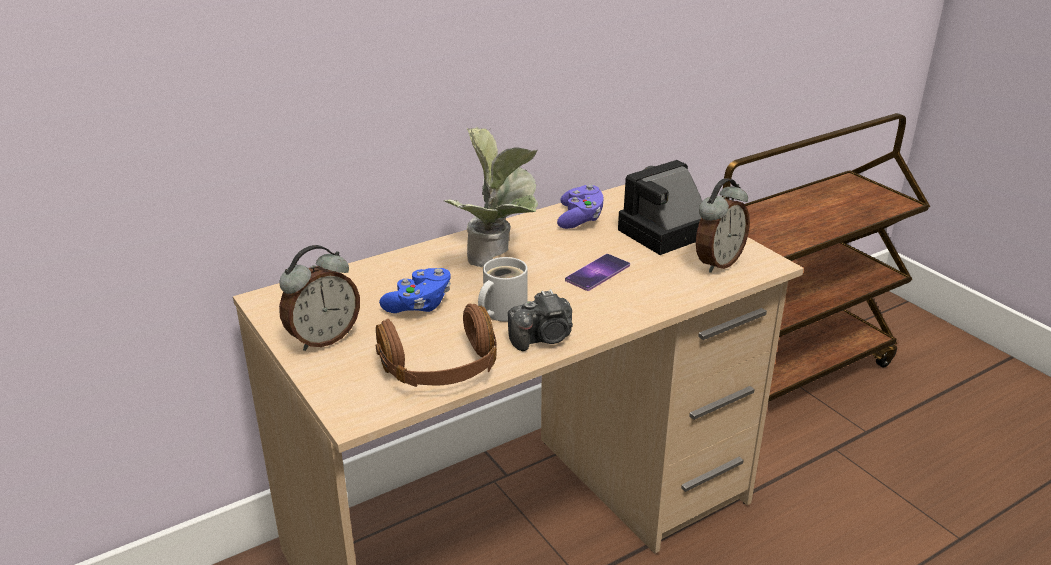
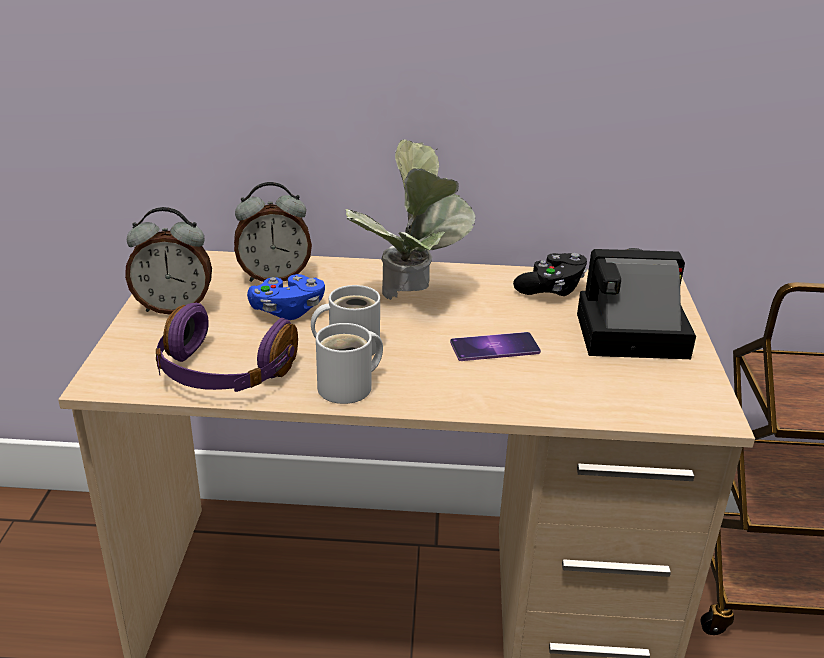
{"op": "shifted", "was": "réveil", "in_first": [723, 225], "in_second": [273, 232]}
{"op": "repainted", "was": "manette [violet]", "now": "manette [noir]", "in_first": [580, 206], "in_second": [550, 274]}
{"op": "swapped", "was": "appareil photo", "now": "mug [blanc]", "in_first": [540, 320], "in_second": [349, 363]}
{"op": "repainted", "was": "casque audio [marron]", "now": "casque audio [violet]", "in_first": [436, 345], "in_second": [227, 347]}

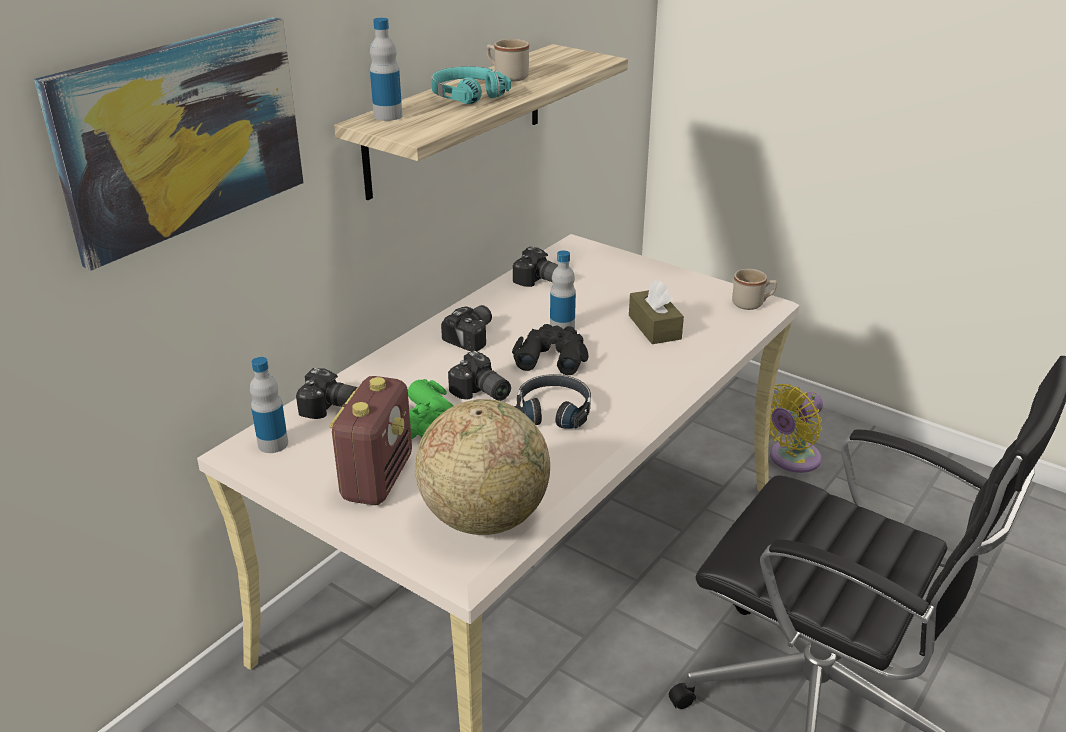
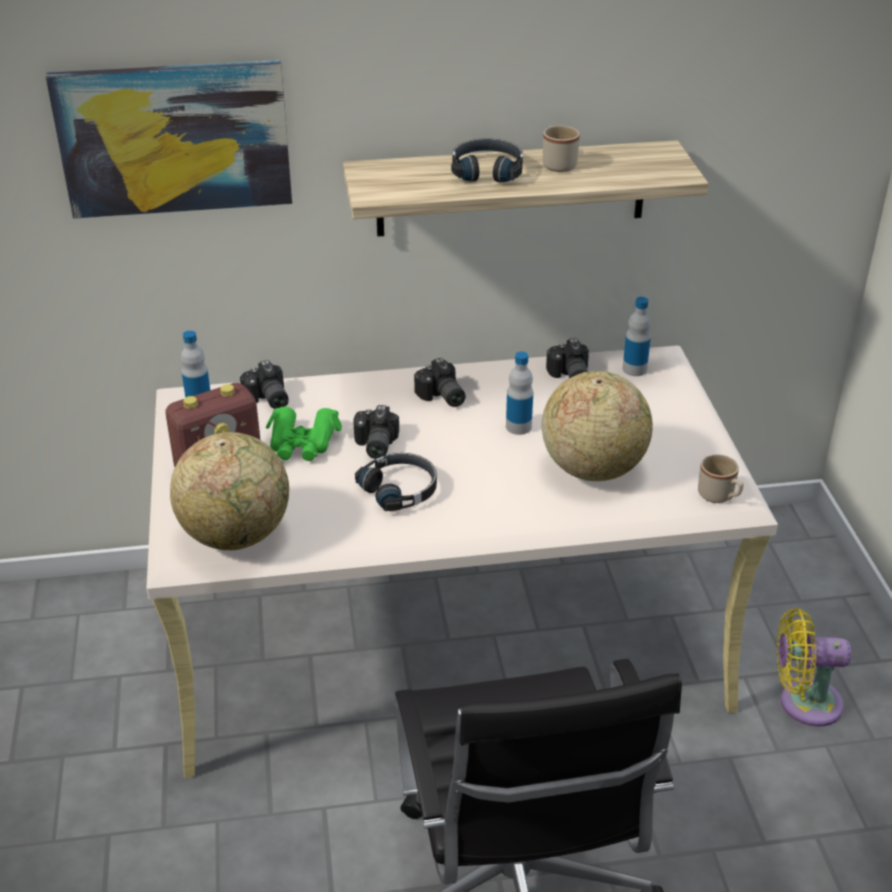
{"op": "shifted", "was": "bouteille", "in_first": [386, 69], "in_second": [637, 336]}
{"op": "repainted", "was": "casque audio [turquoise]", "now": "casque audio [noir]", "in_first": [471, 85], "in_second": [487, 160]}
{"op": "swapped", "was": "boîte à mouchoirs [marron]", "now": "globe", "in_first": [656, 312], "in_second": [597, 426]}
{"op": "rotated", "was": "appareil photo", "in_first": [466, 328], "in_second": [440, 382], "clockwise": 75}
{"op": "gone", "was": "jumelles [noir]", "in_first": [550, 349]}

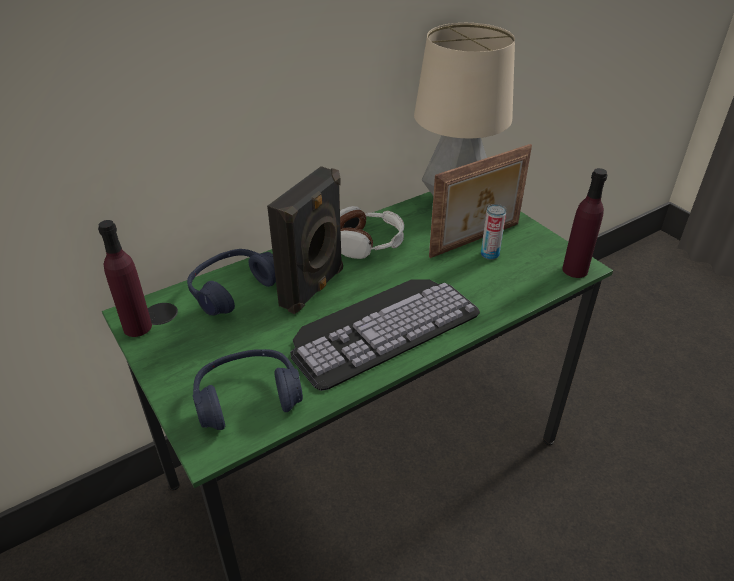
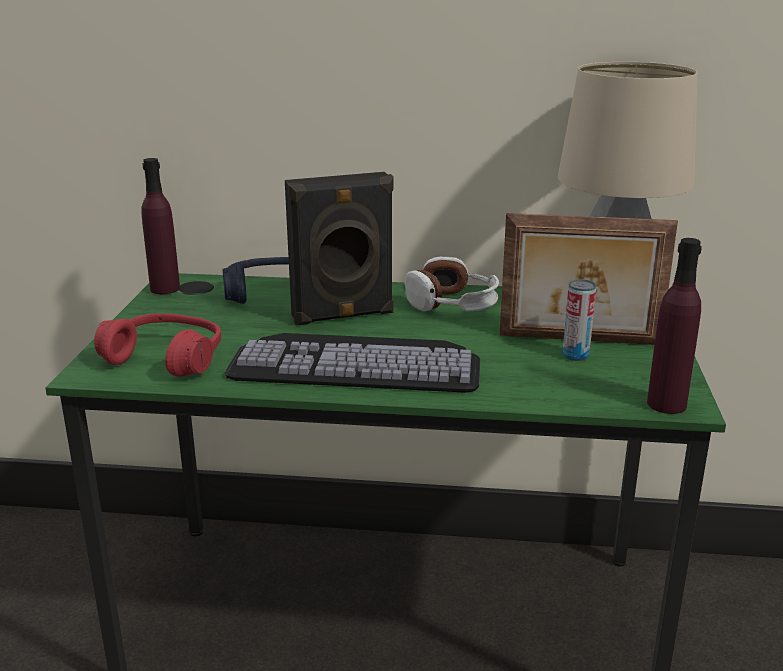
{"op": "repainted", "was": "casque audio [bleu]", "now": "casque audio [rouge]", "in_first": [247, 389], "in_second": [157, 345]}

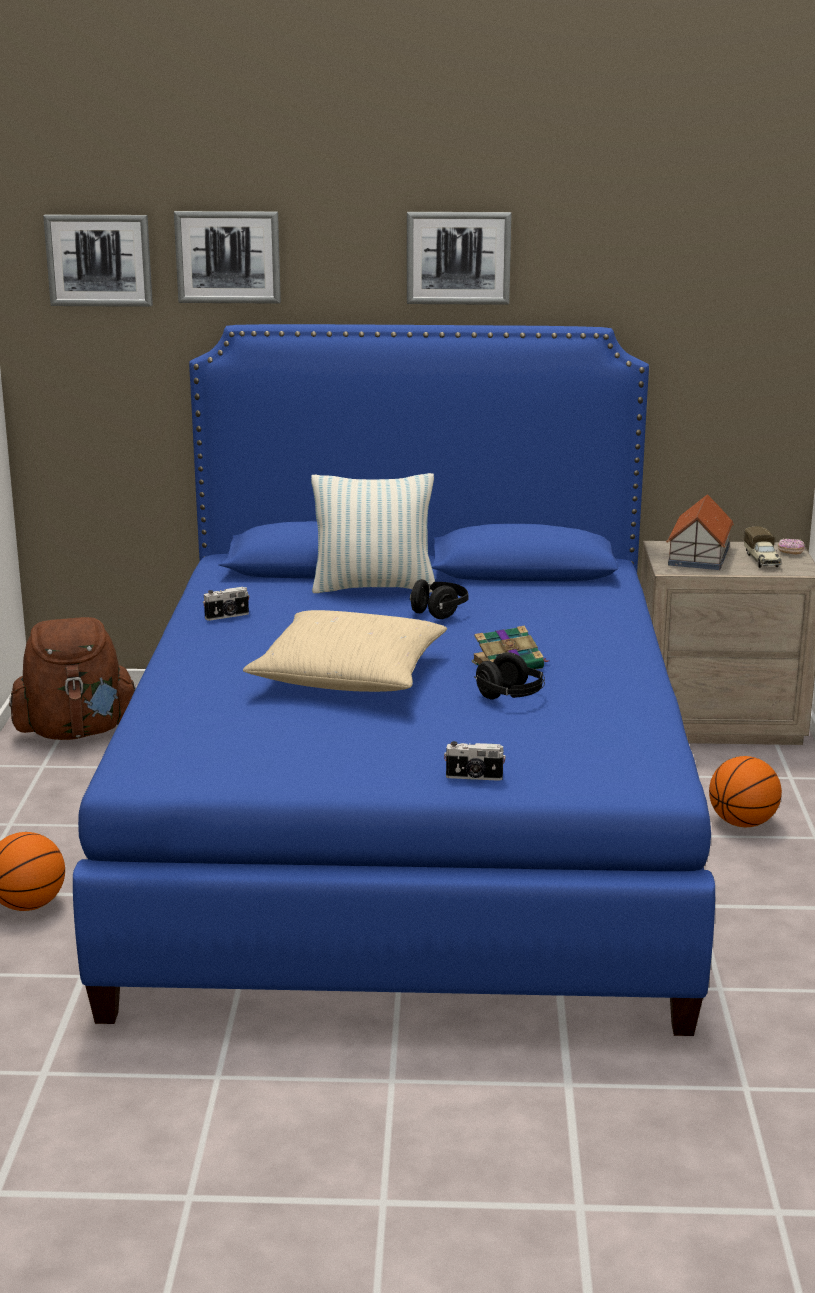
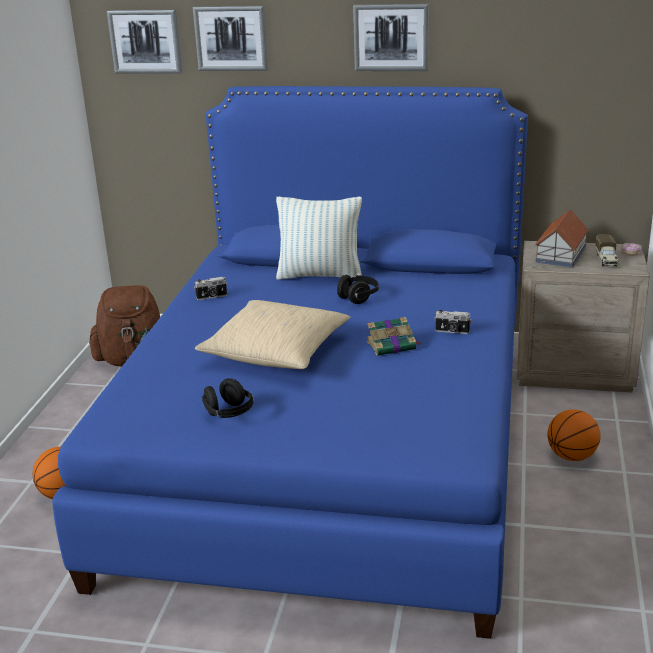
{"op": "shifted", "was": "casque audio [noir]", "in_first": [509, 676], "in_second": [228, 398]}
{"op": "shifted", "was": "appareil photo", "in_first": [475, 761], "in_second": [452, 322]}

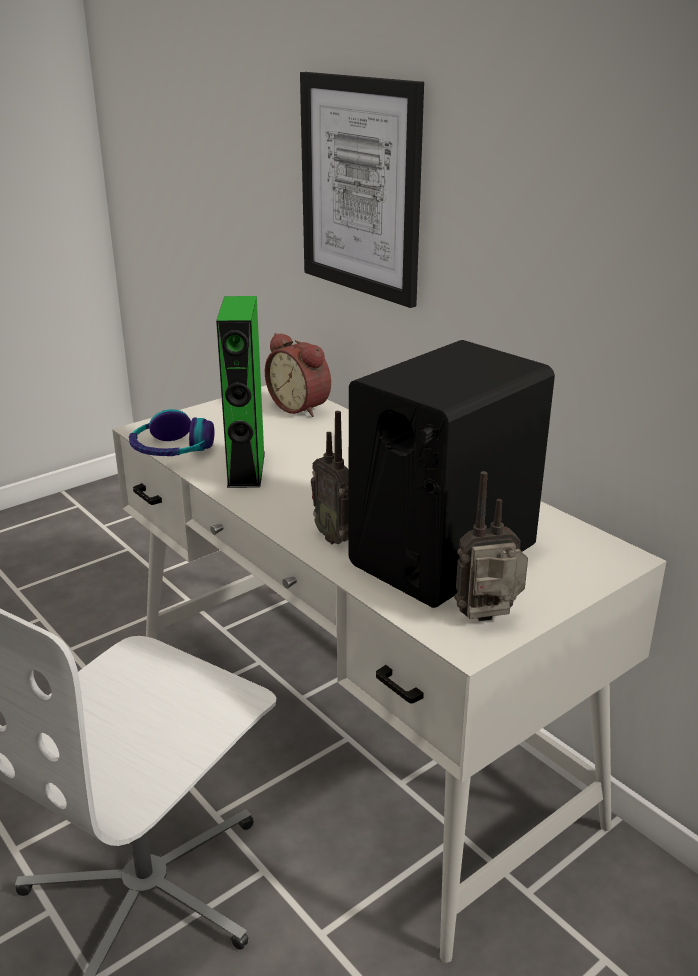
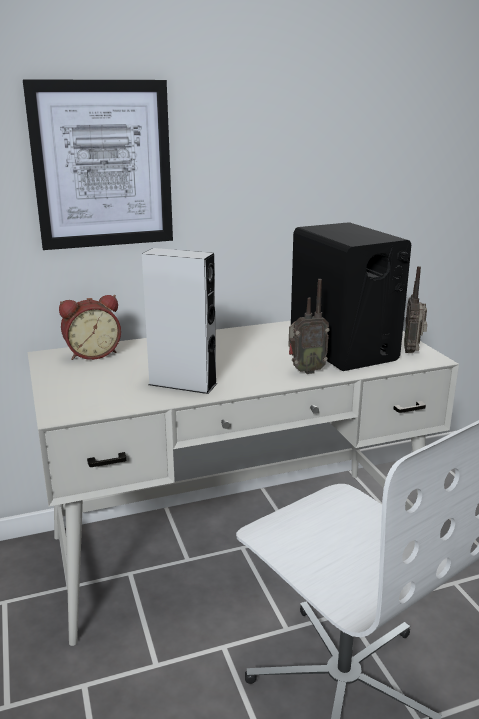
{"op": "repainted", "was": "enceinte [vert]", "now": "enceinte [gris]", "in_first": [240, 392], "in_second": [180, 321]}
{"op": "gone", "was": "casque audio", "in_first": [172, 432]}

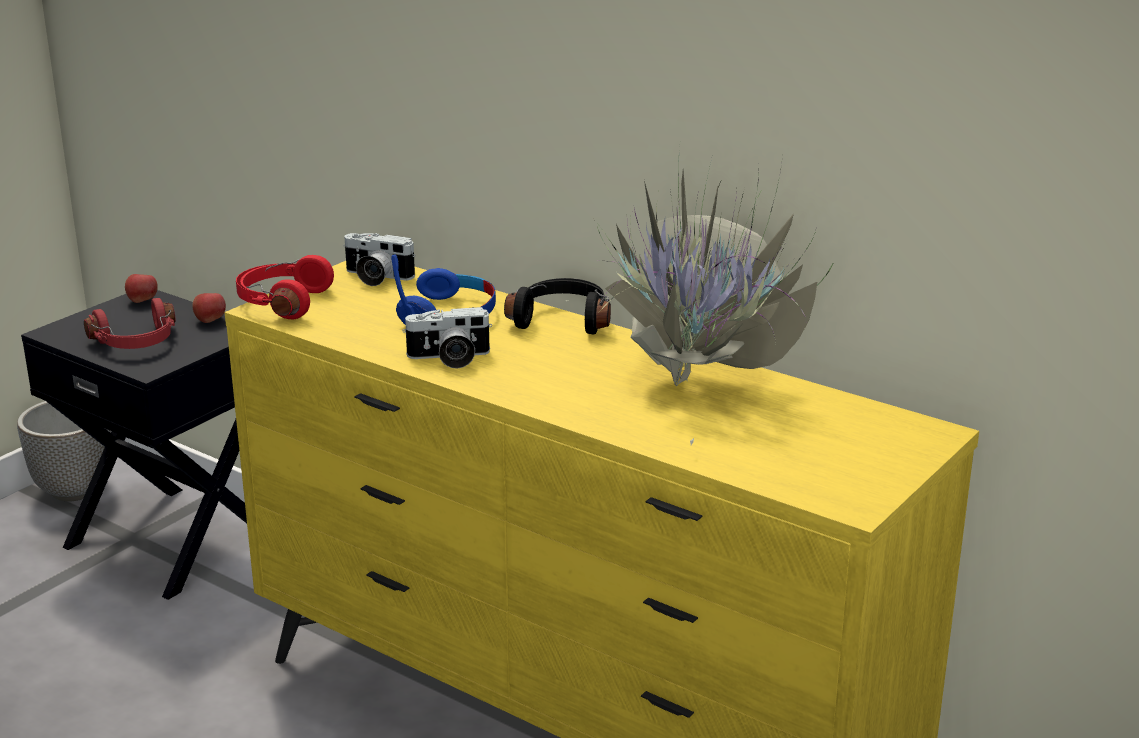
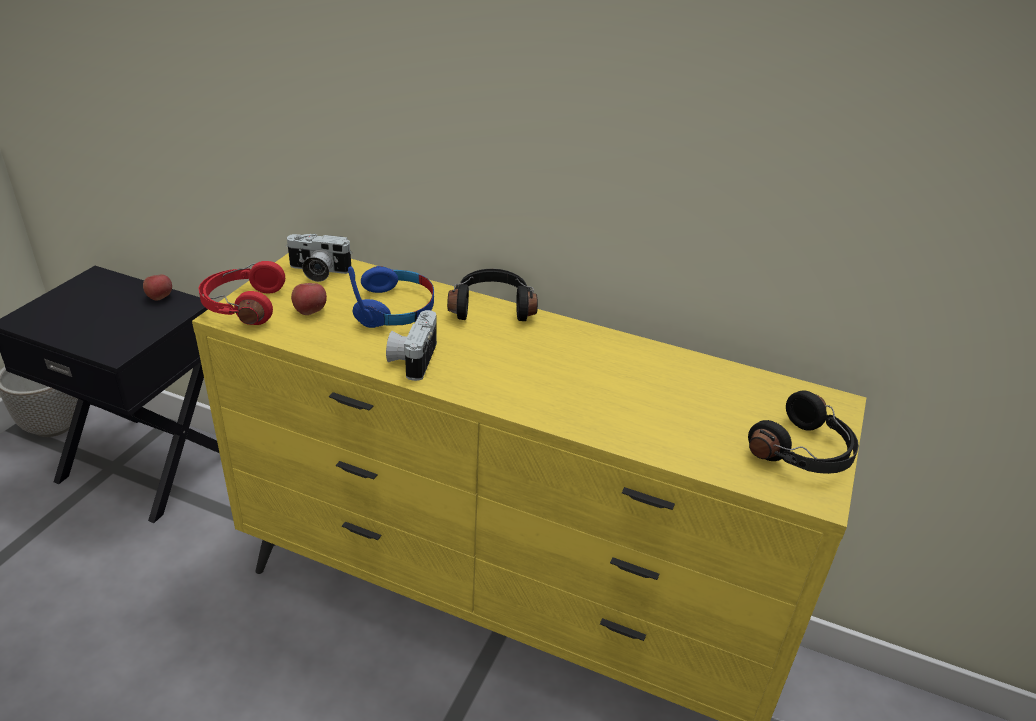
{"op": "gone", "was": "plante en pot", "in_first": [700, 296]}
{"op": "shifted", "was": "pomme", "in_first": [141, 288], "in_second": [309, 299]}
{"op": "gone", "was": "casque audio [rouge]", "in_first": [130, 323]}
{"op": "rotated", "was": "appareil photo", "in_first": [447, 338], "in_second": [411, 345], "clockwise": 120}
{"op": "new", "now": "casque audio [noir]", "in_second": [803, 432]}

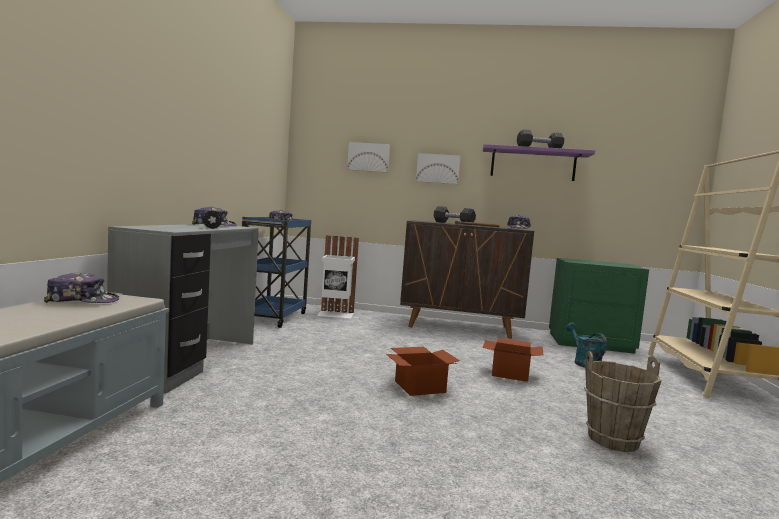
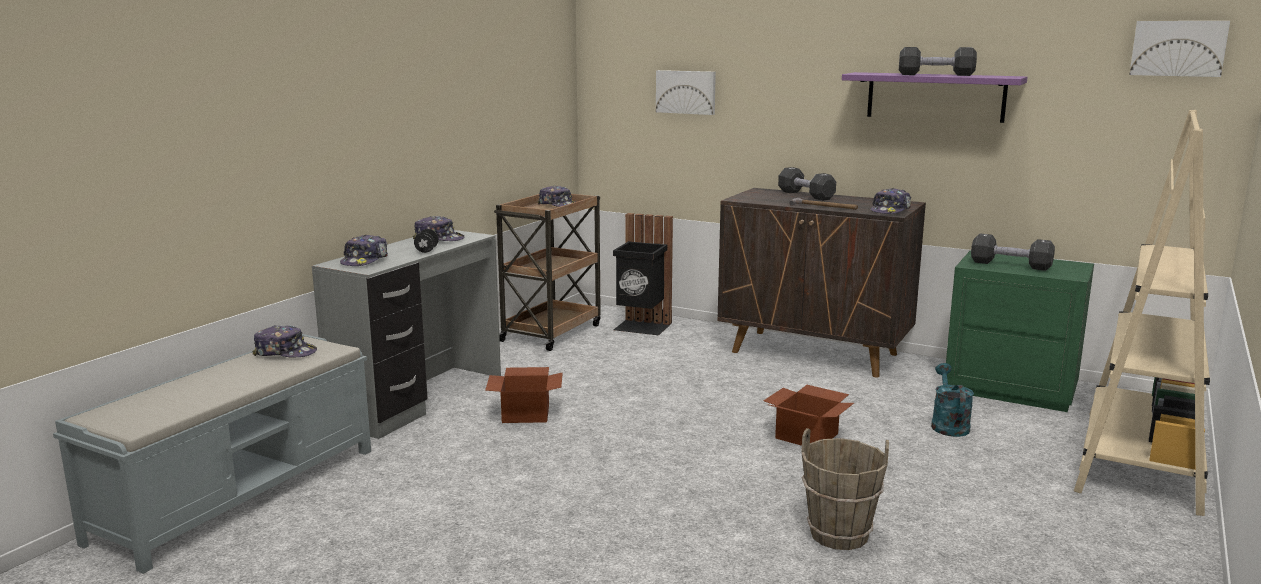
{"op": "shifted", "was": "tableau", "in_first": [438, 168], "in_second": [1179, 49]}
{"op": "repainted", "was": "chariot [bleu]", "now": "chariot [marron]", "in_first": [276, 272], "in_second": [547, 272]}
{"op": "repainted", "was": "poubelle [blanc]", "now": "poubelle [noir]", "in_first": [338, 277], "in_second": [643, 274]}
{"op": "shifted", "was": "carton", "in_first": [423, 371], "in_second": [524, 395]}
{"op": "new", "now": "haltère [noir]", "in_second": [1013, 252]}
{"op": "new", "now": "casquette", "in_second": [364, 250]}

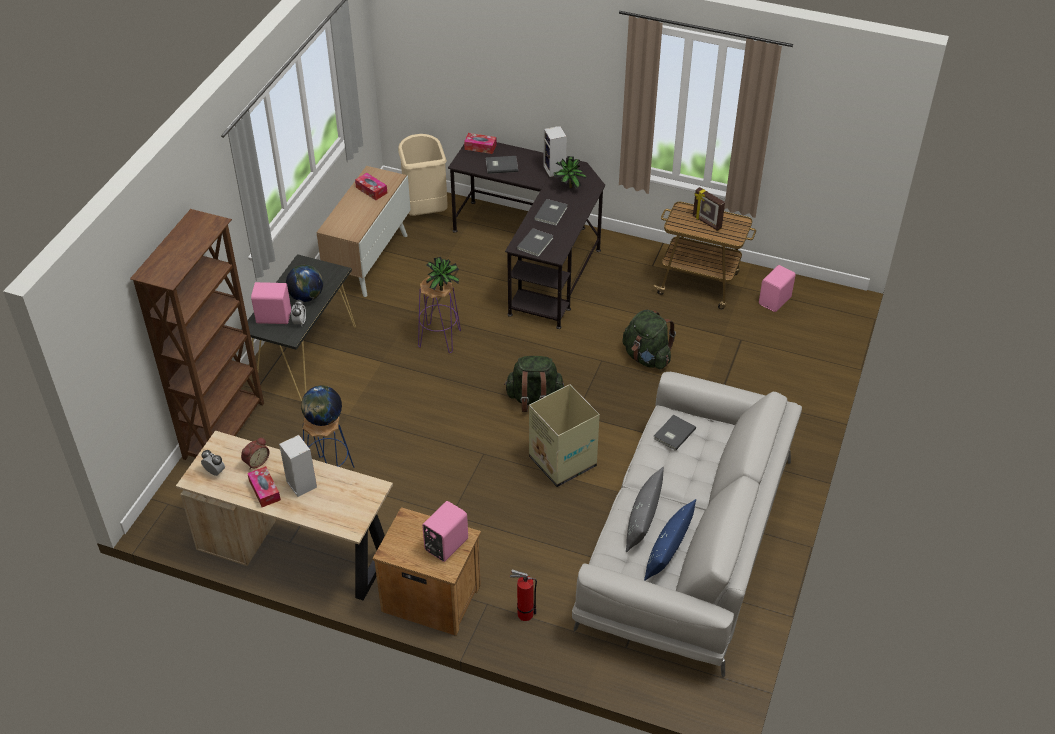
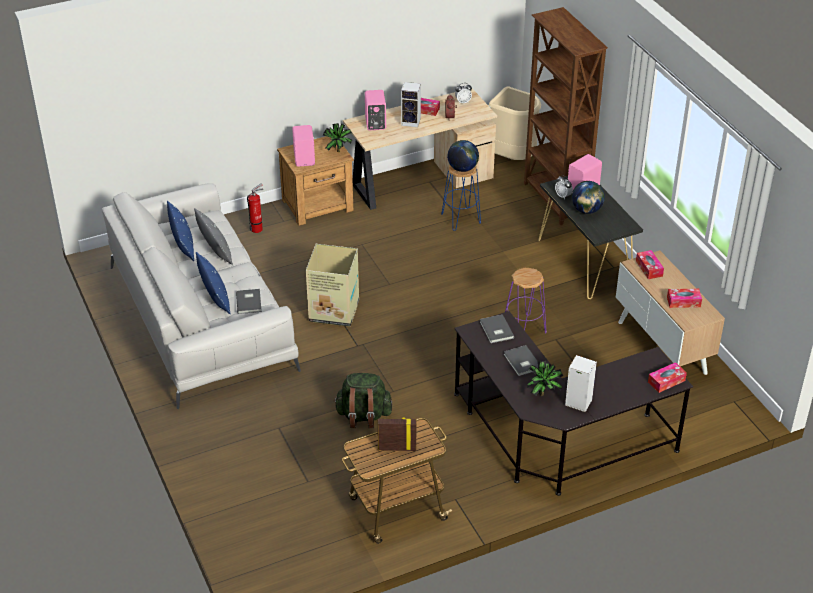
{"op": "shifted", "was": "poubelle [beige]", "in_first": [423, 175], "in_second": [515, 123]}
{"op": "gone", "was": "livre [gris]", "in_first": [502, 165]}
{"op": "shifted", "was": "plante en pot", "in_first": [442, 274], "in_second": [337, 137]}
{"op": "shifted", "was": "enceinte [rose]", "in_first": [777, 288], "in_second": [375, 110]}
{"op": "gone", "was": "sac à dos [vert]", "in_first": [534, 384]}
{"op": "new", "now": "boîte à mouchoirs", "in_second": [650, 264]}
{"op": "new", "now": "coussin [bleu]", "in_second": [213, 283]}

